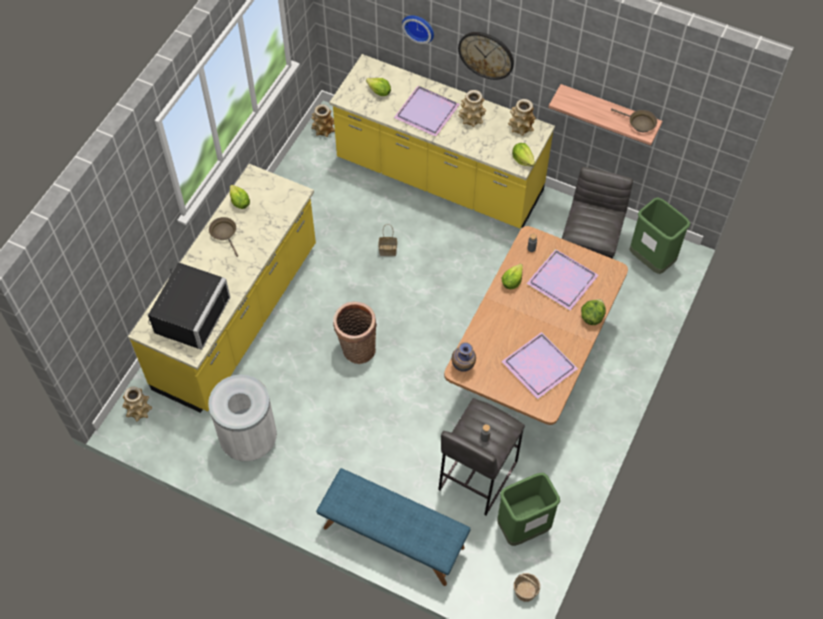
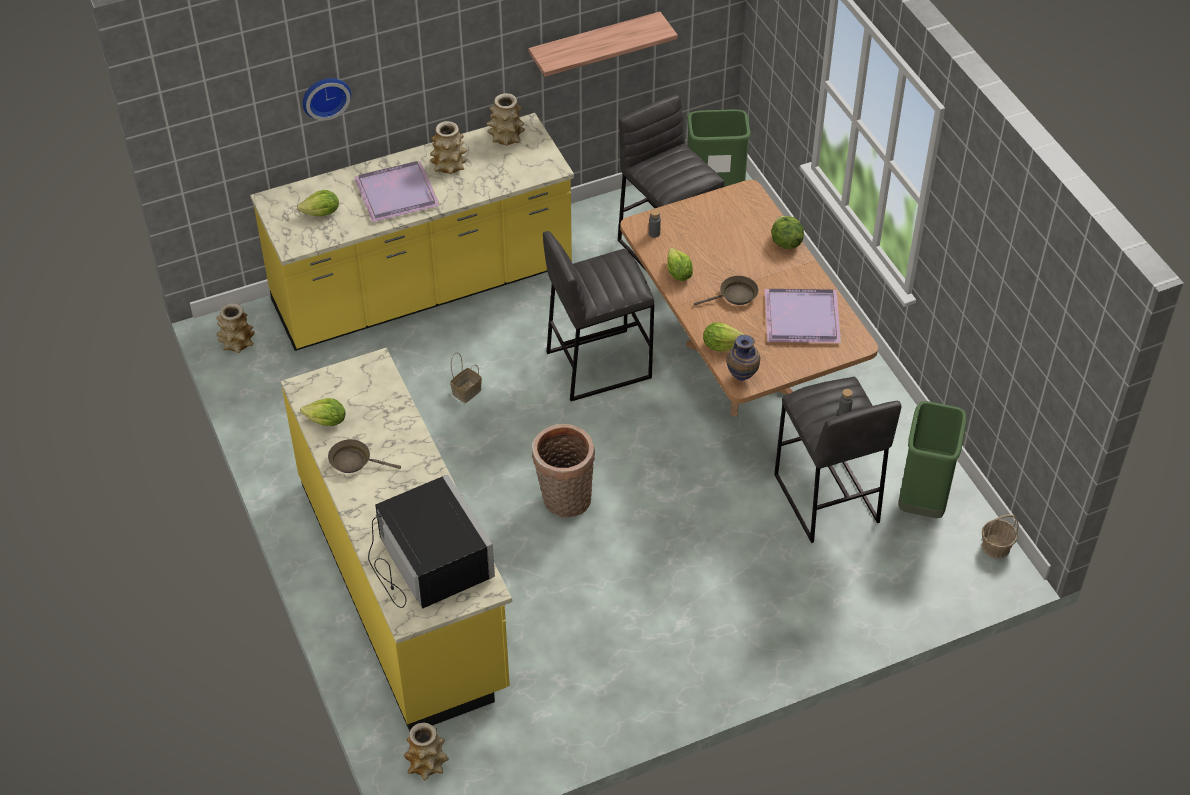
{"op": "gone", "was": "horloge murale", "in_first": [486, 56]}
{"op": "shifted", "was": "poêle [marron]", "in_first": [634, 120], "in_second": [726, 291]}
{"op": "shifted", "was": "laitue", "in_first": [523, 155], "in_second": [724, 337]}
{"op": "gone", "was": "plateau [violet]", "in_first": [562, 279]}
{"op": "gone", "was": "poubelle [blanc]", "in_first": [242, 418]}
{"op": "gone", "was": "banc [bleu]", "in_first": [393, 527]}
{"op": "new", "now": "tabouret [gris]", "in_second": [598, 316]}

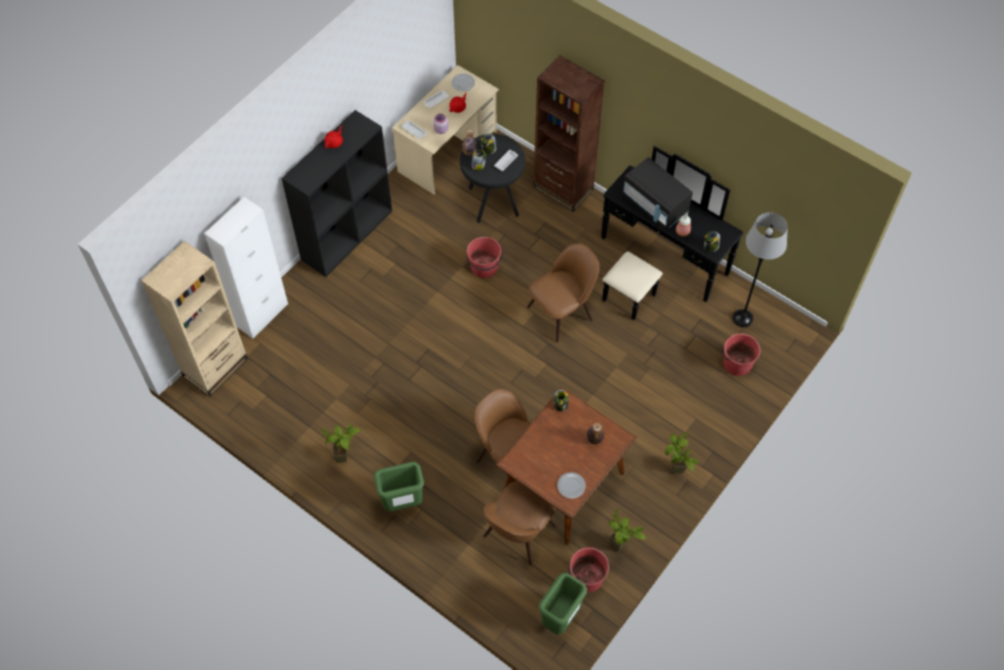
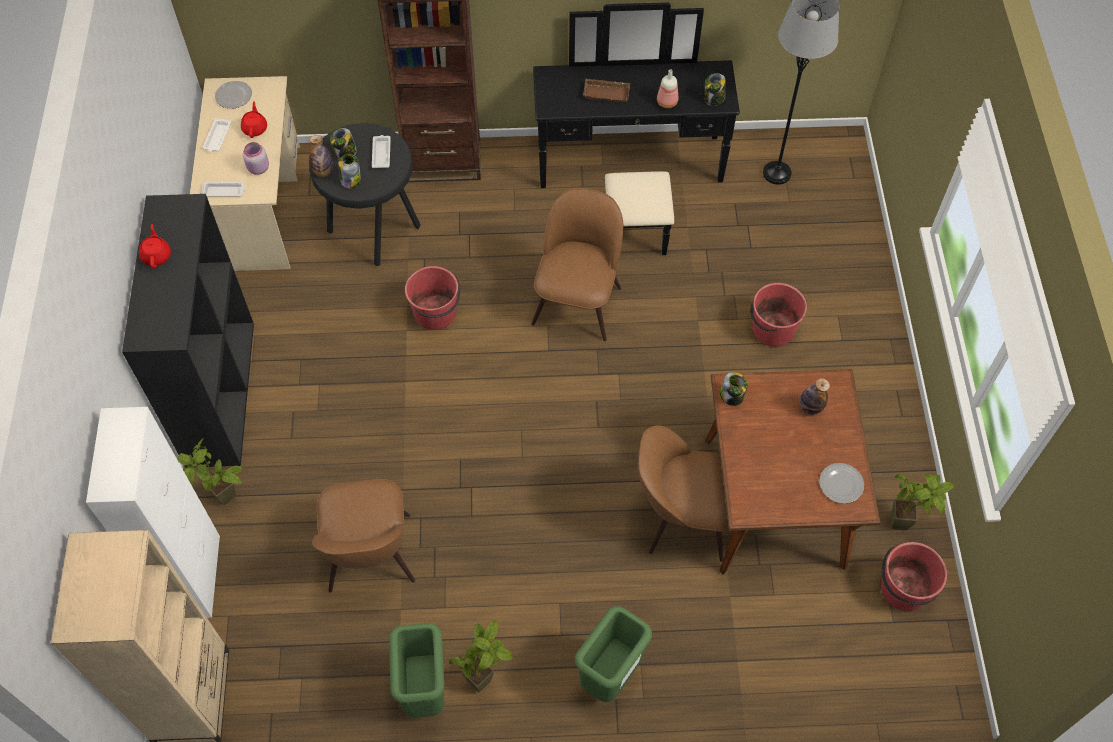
{"op": "swapped", "was": "micro-ondes [noir]", "now": "plateau [marron]", "in_first": [657, 193], "in_second": [606, 90]}
{"op": "shifted", "was": "seau [rouge]", "in_first": [741, 354], "in_second": [778, 315]}
{"op": "shifted", "was": "plante en pot", "in_first": [682, 452], "in_second": [210, 471]}
{"op": "shifted", "was": "chaise [marron]", "in_first": [519, 523], "in_second": [363, 535]}
{"op": "shifted", "was": "poubelle [vert]", "in_first": [563, 603], "in_second": [416, 670]}

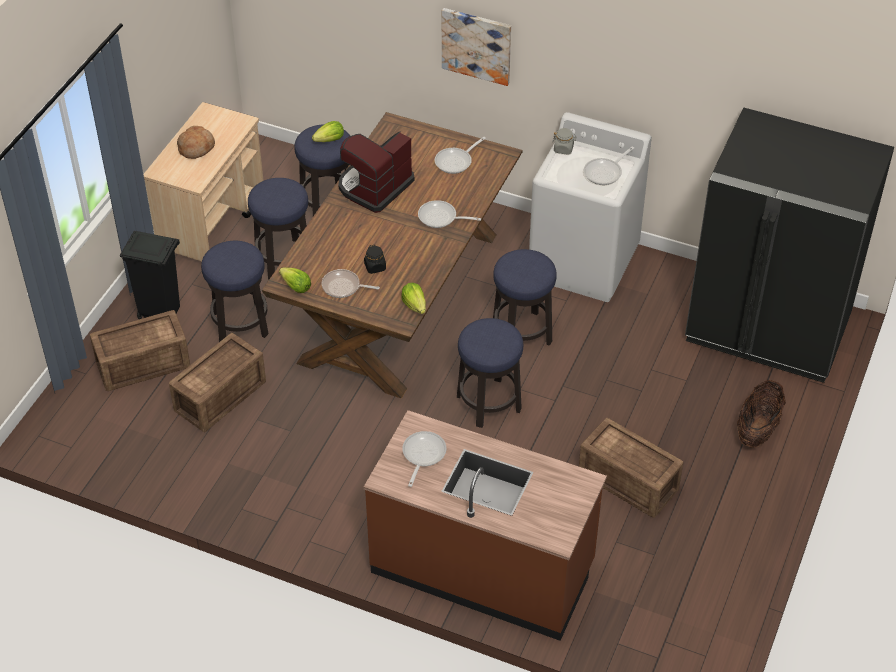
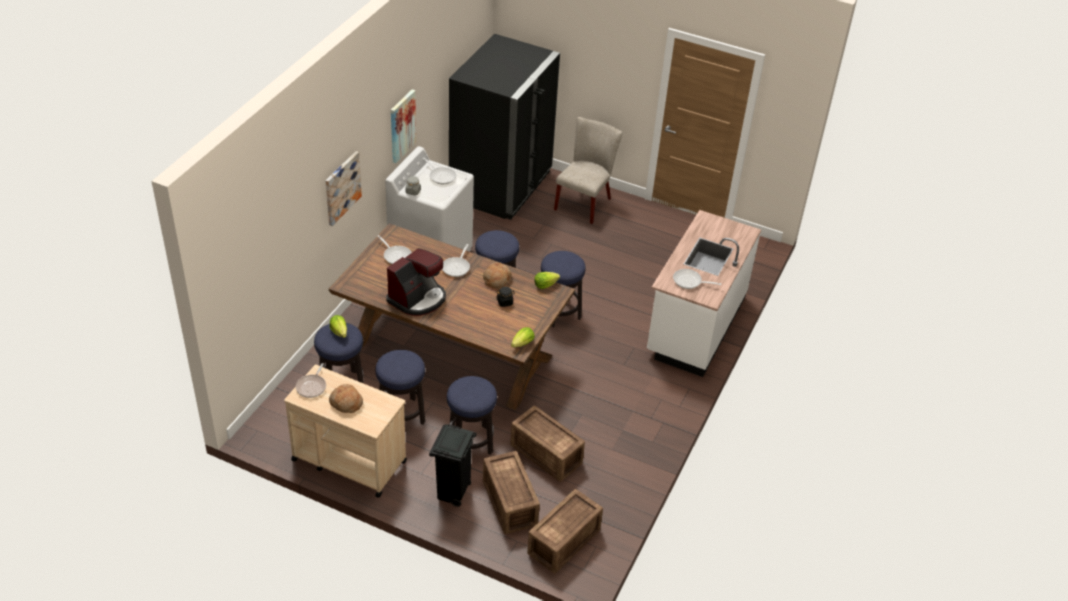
{"op": "rotated", "was": "machine à café", "in_first": [376, 172], "in_second": [416, 282], "clockwise": -90}
{"op": "shifted", "was": "poêle", "in_first": [351, 283], "in_second": [311, 380]}
{"op": "swapped", "was": "panier", "now": "chaise [beige]", "in_first": [761, 414], "in_second": [588, 170]}
{"op": "repainted", "was": "comptoir de cuisine [marron]", "now": "comptoir de cuisine [blanc]", "in_first": [485, 525], "in_second": [704, 293]}
{"op": "shifted", "was": "caisse", "in_first": [631, 468], "in_second": [565, 531]}
{"op": "new", "now": "tableau", "in_second": [403, 126]}
{"op": "new", "now": "pain", "in_second": [497, 275]}

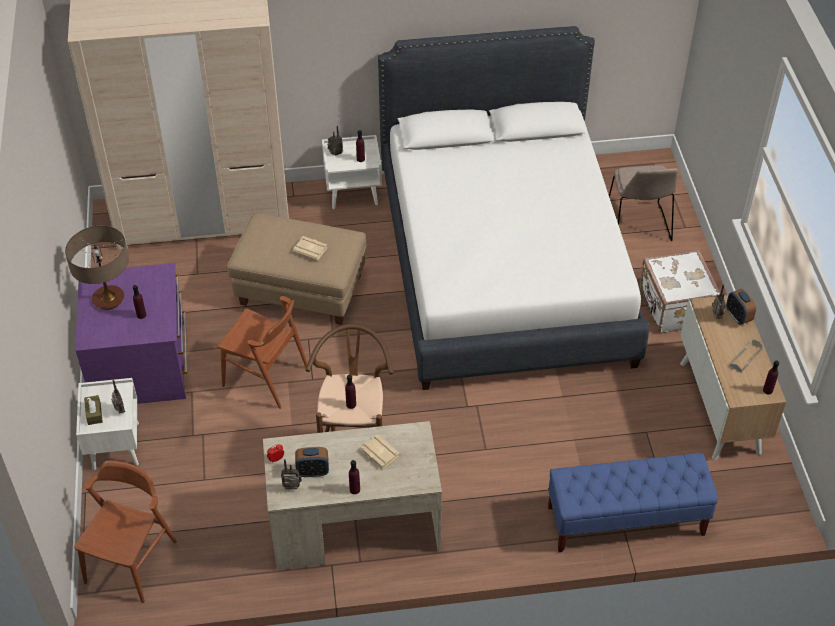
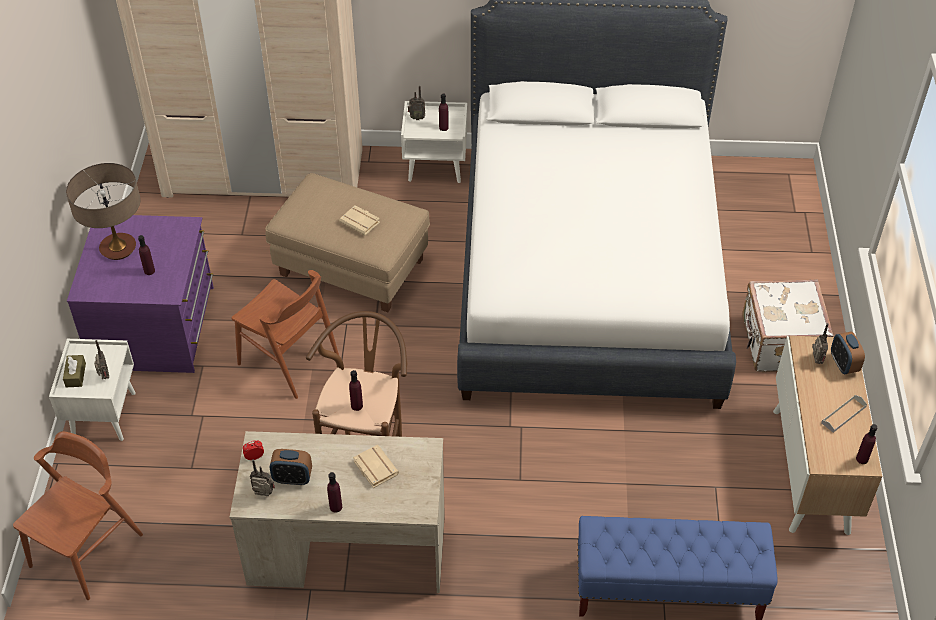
{"op": "gone", "was": "chaise [beige]", "in_first": [643, 203]}

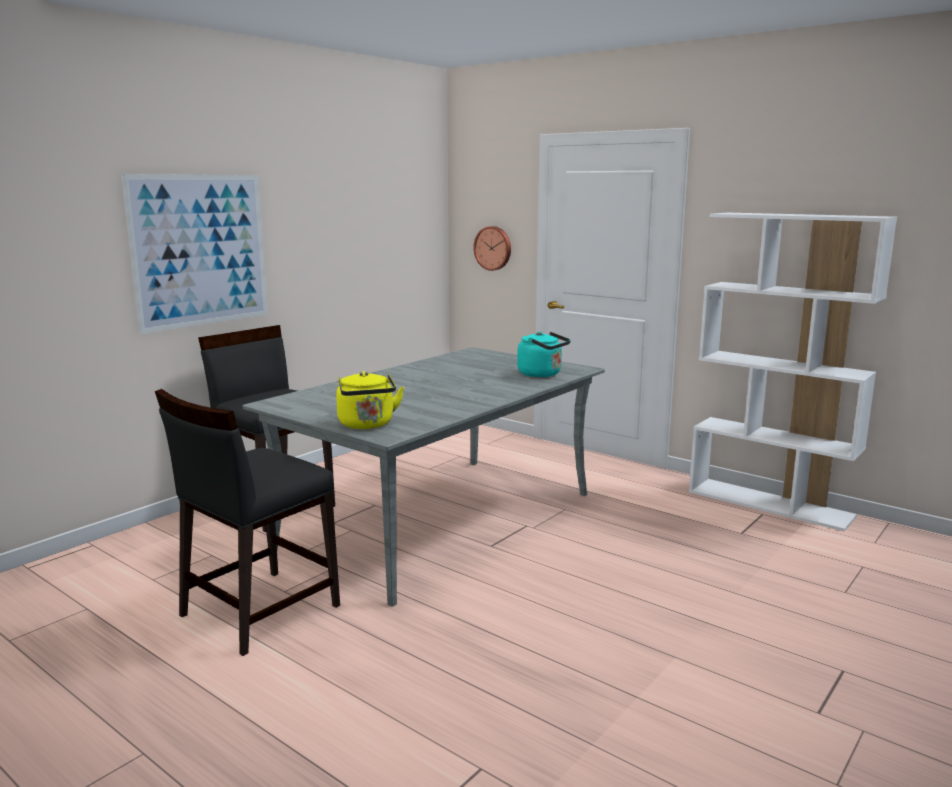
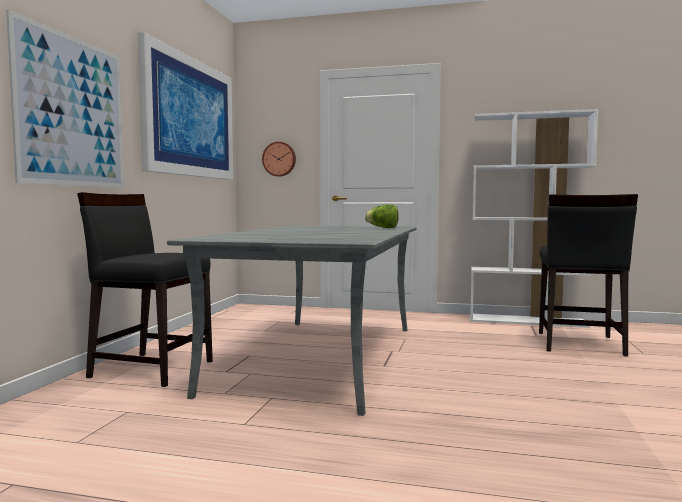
{"op": "swapped", "was": "bouilloire [turquoise]", "now": "laitue", "in_first": [544, 354], "in_second": [382, 216]}
{"op": "gone", "was": "bouilloire [jaune]", "in_first": [370, 400]}
{"op": "shifted", "was": "chaise [noir]", "in_first": [247, 522], "in_second": [588, 275]}
{"op": "new", "now": "tableau", "in_second": [185, 106]}

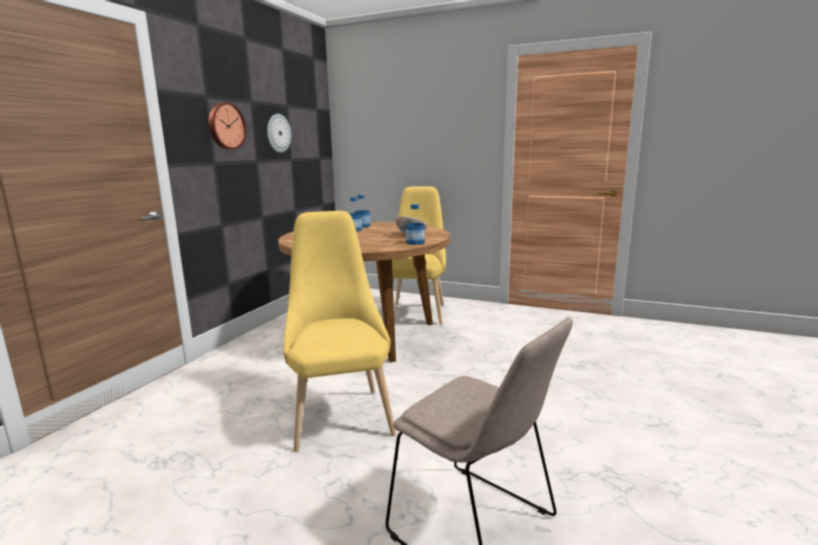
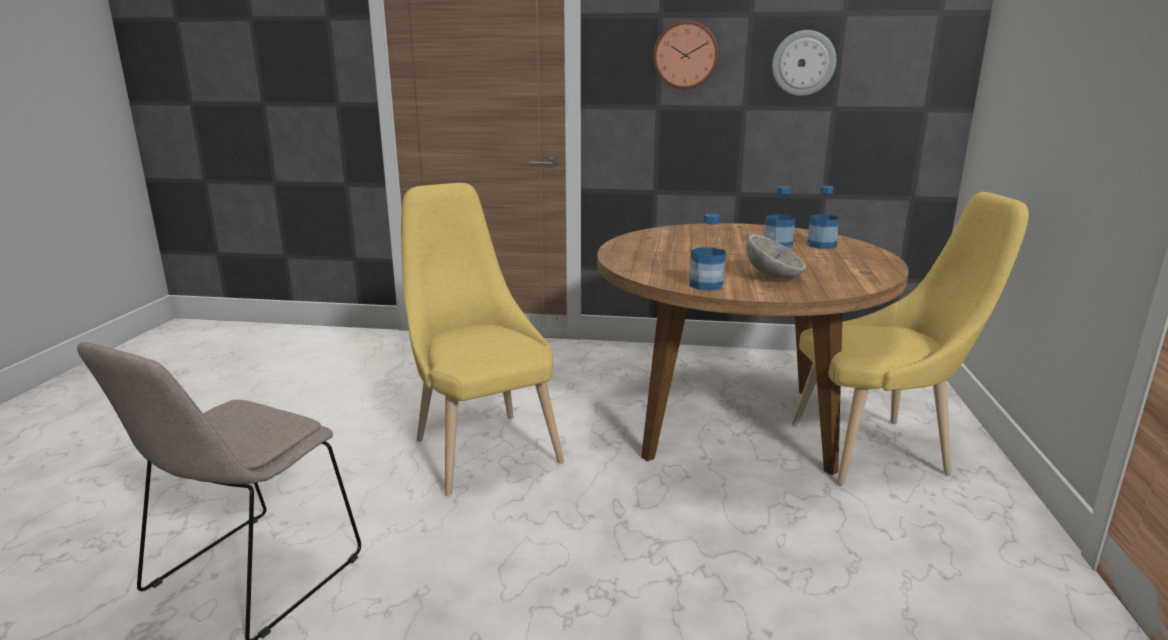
{"op": "rotated", "was": "chaise [jaune]", "in_first": [340, 331], "in_second": [482, 339], "clockwise": -90}

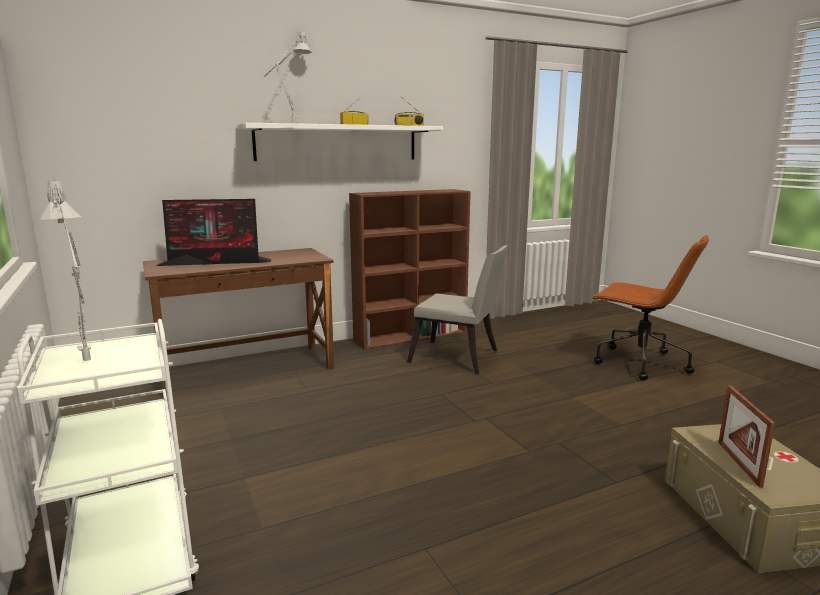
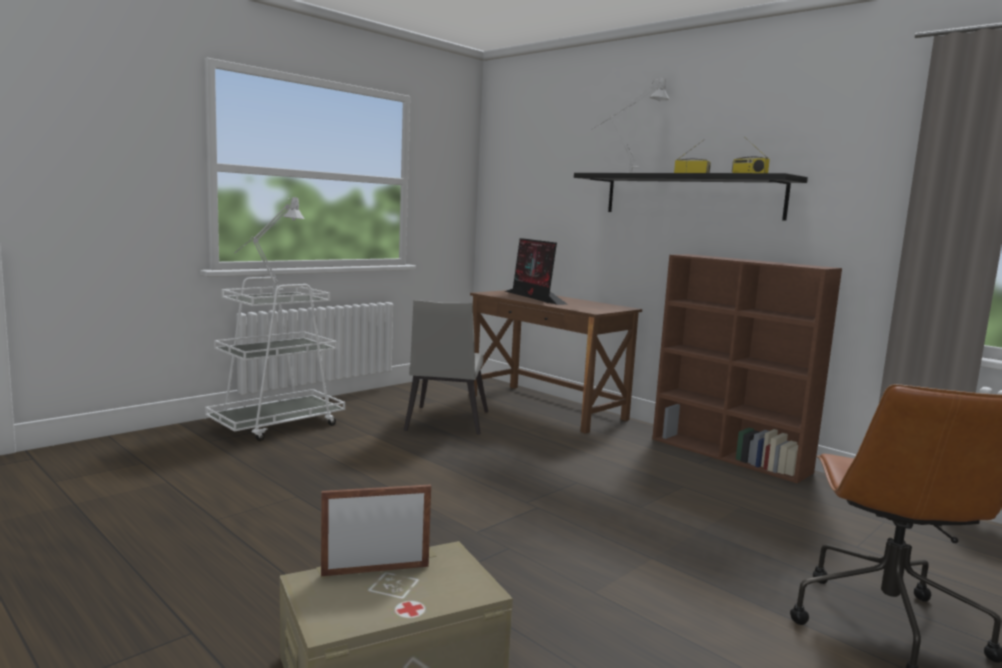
{"op": "repainted", "was": "étagère [blanc]", "now": "étagère [noir]", "in_first": [340, 142], "in_second": [691, 197]}
{"op": "shifted", "was": "chaise [gris]", "in_first": [457, 309], "in_second": [446, 367]}

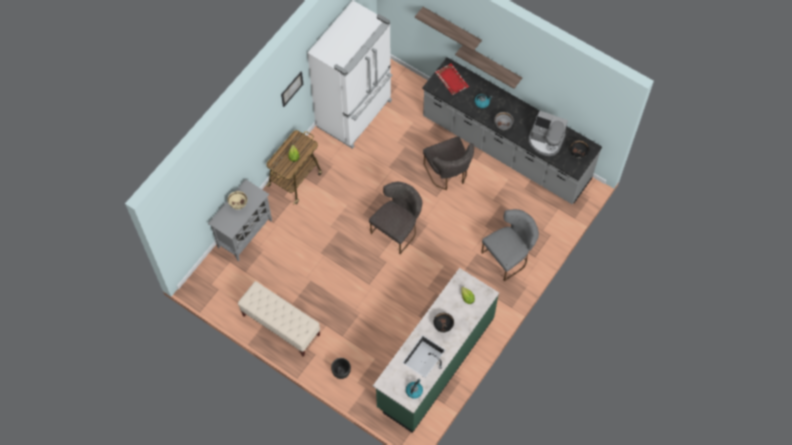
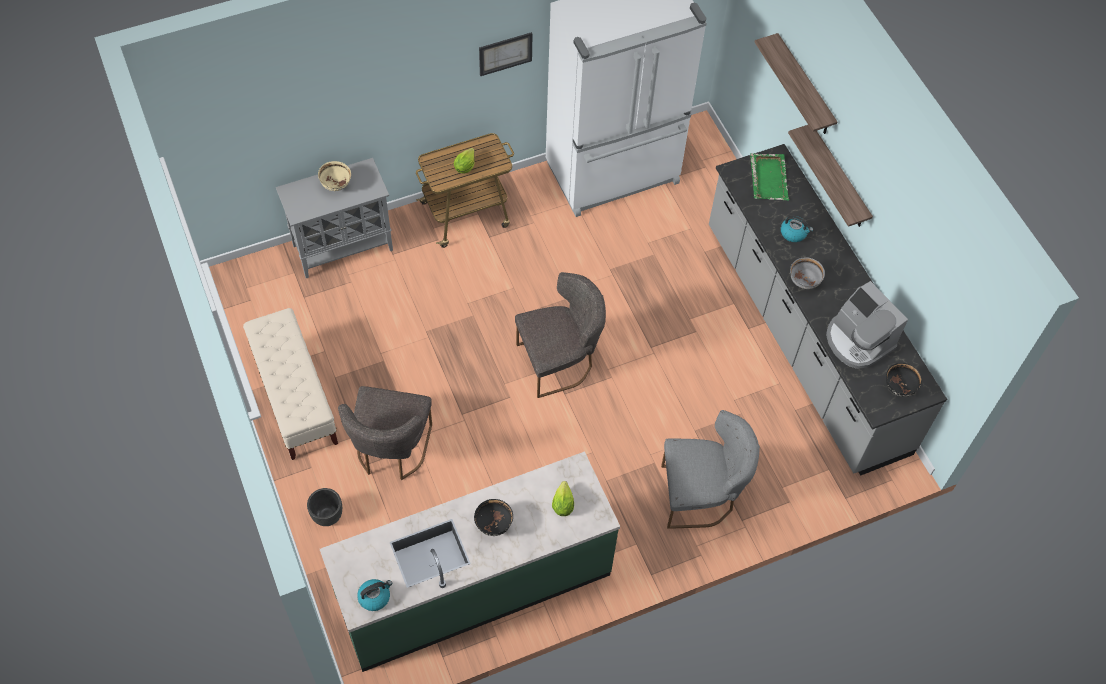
{"op": "repainted", "was": "plateau [rouge]", "now": "plateau [vert]", "in_first": [452, 79], "in_second": [769, 177]}
{"op": "shifted", "was": "chaise [gris]", "in_first": [448, 163], "in_second": [385, 433]}

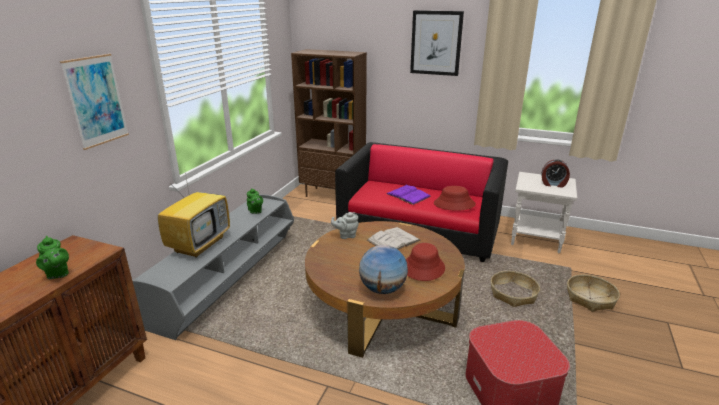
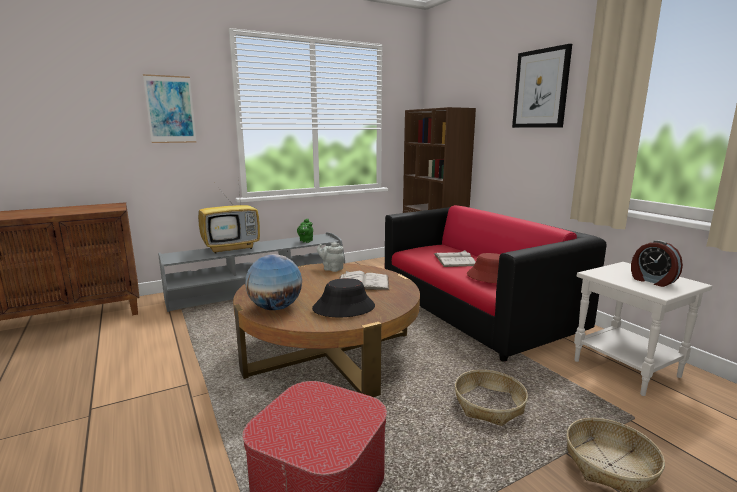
{"op": "repainted", "was": "livre [violet]", "now": "livre [blanc]", "in_first": [409, 194], "in_second": [455, 258]}
{"op": "gone", "was": "théière [vert]", "in_first": [52, 257]}
{"op": "repainted", "was": "chapeau [rouge]", "now": "chapeau [noir]", "in_first": [425, 262], "in_second": [343, 297]}

